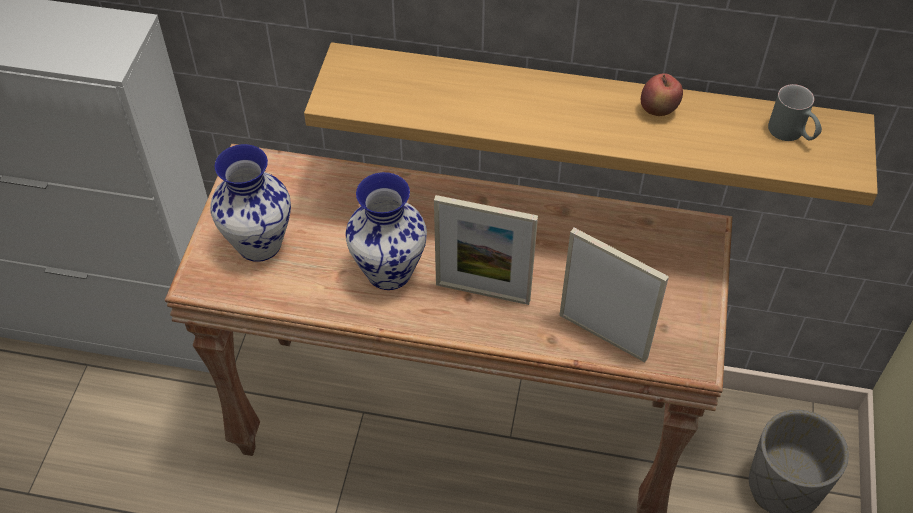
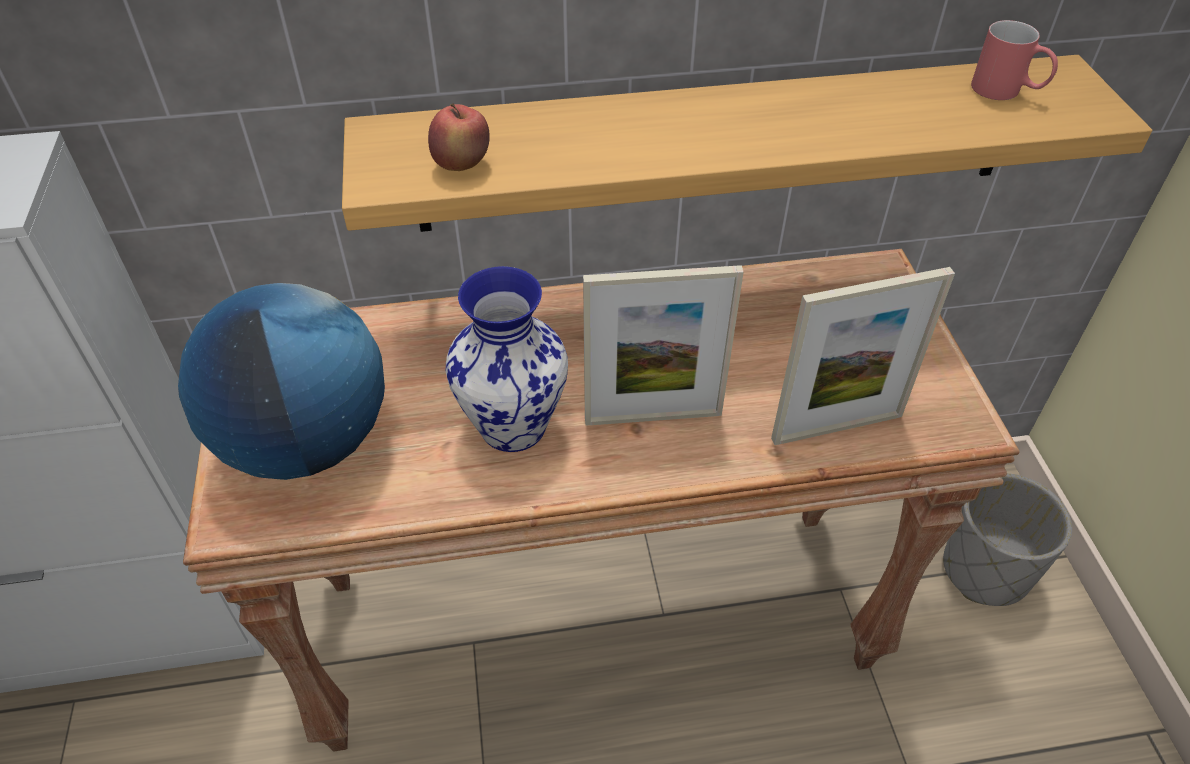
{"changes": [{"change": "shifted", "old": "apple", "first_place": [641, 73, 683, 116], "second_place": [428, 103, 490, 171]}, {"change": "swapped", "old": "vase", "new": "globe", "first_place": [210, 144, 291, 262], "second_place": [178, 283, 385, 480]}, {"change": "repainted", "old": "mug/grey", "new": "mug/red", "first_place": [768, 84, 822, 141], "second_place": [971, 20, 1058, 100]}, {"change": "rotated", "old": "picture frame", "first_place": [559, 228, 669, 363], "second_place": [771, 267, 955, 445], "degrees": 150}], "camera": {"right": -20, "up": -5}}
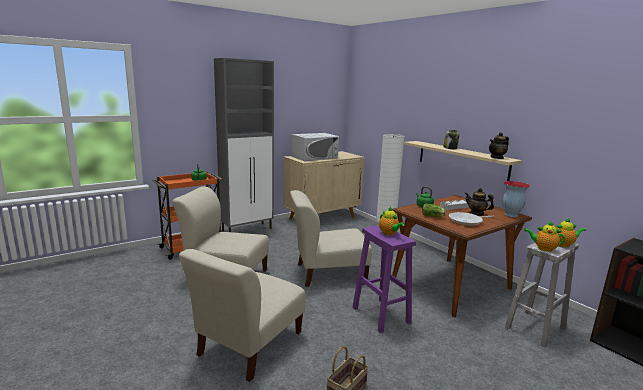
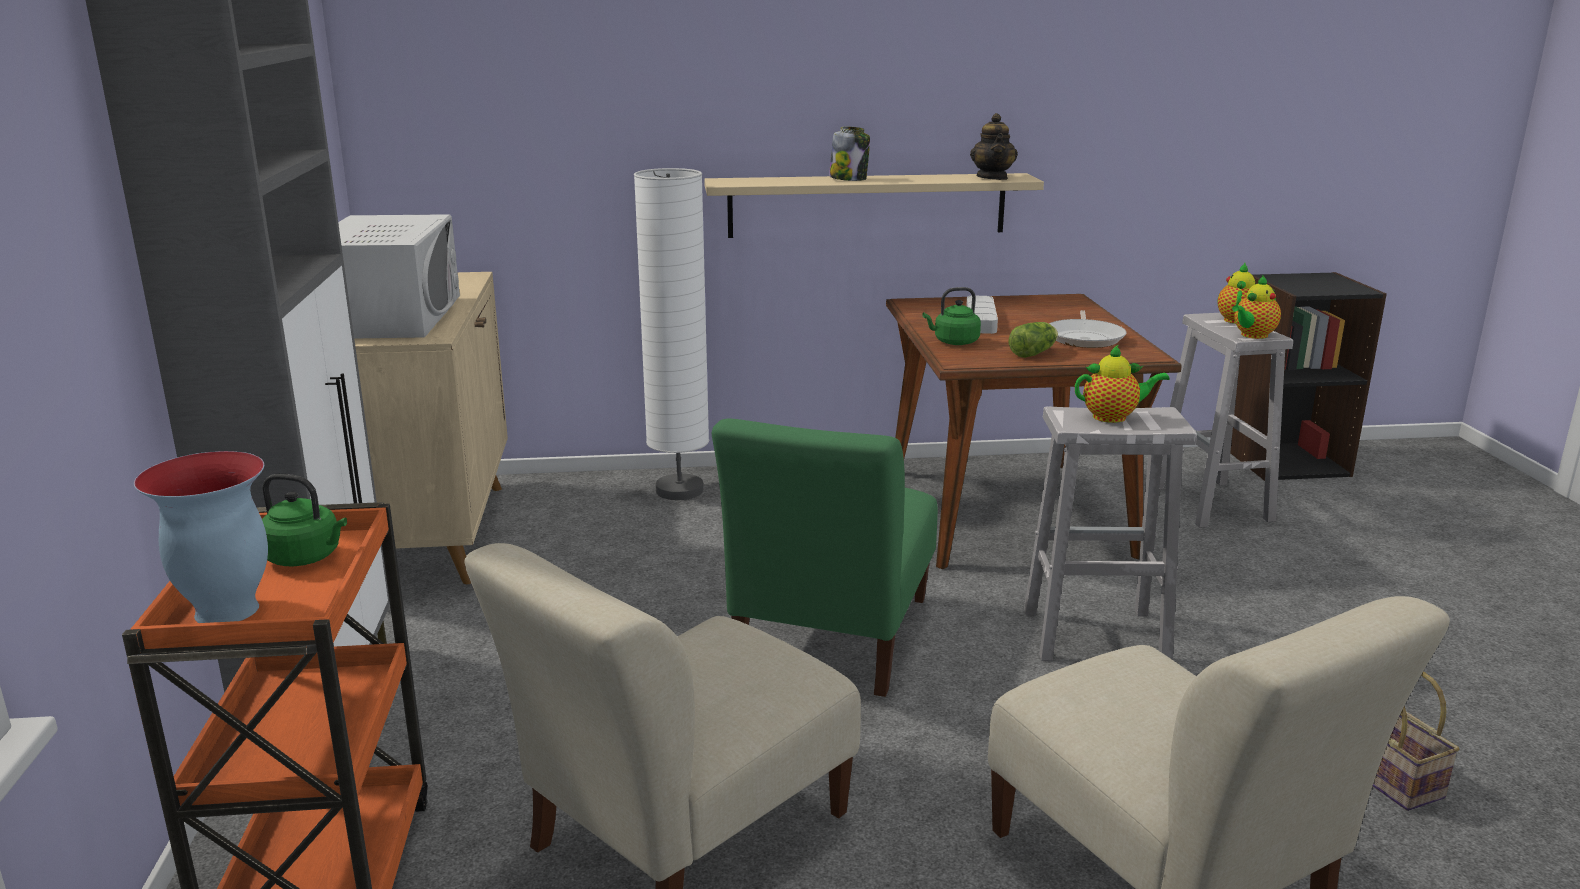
{"changes": [{"change": "gone", "old": "teapot", "first_place": [465, 188, 494, 216]}, {"change": "shifted", "old": "vase", "first_place": [503, 181, 531, 217], "second_place": [134, 451, 268, 623]}, {"change": "repainted", "old": "chair/beige", "new": "chair/green", "first_place": [290, 190, 372, 287], "second_place": [712, 419, 938, 697]}, {"change": "repainted", "old": "stool/purple", "new": "stool/white", "first_place": [352, 225, 416, 333], "second_place": [1024, 407, 1197, 661]}], "camera": {"right": -60, "up": 5}}
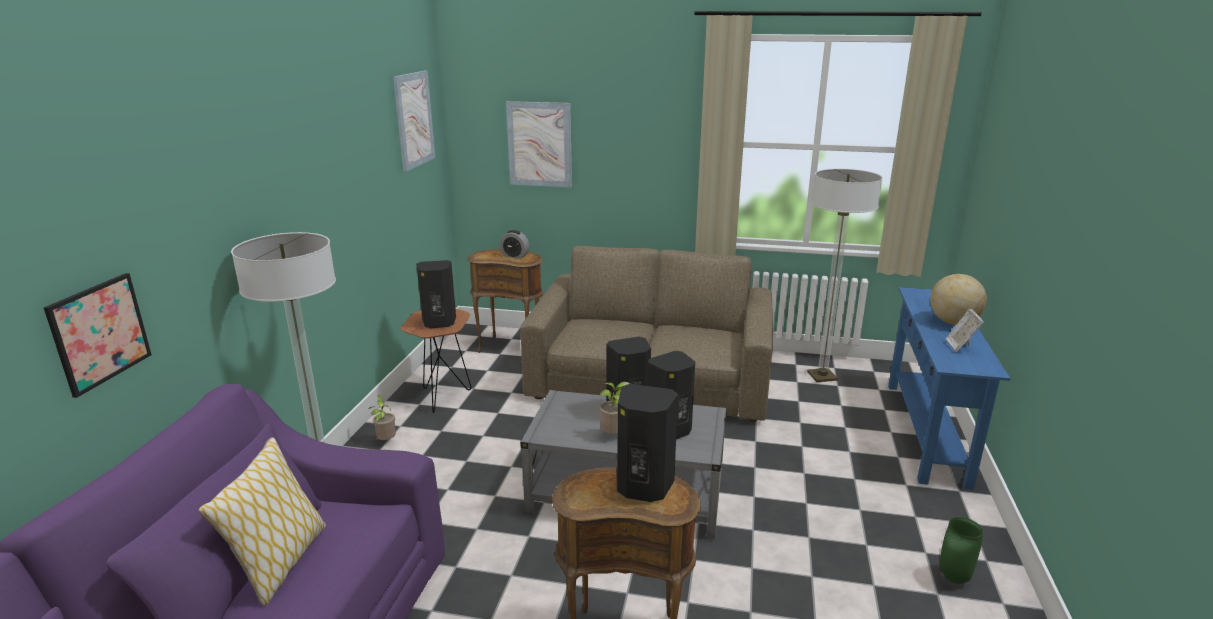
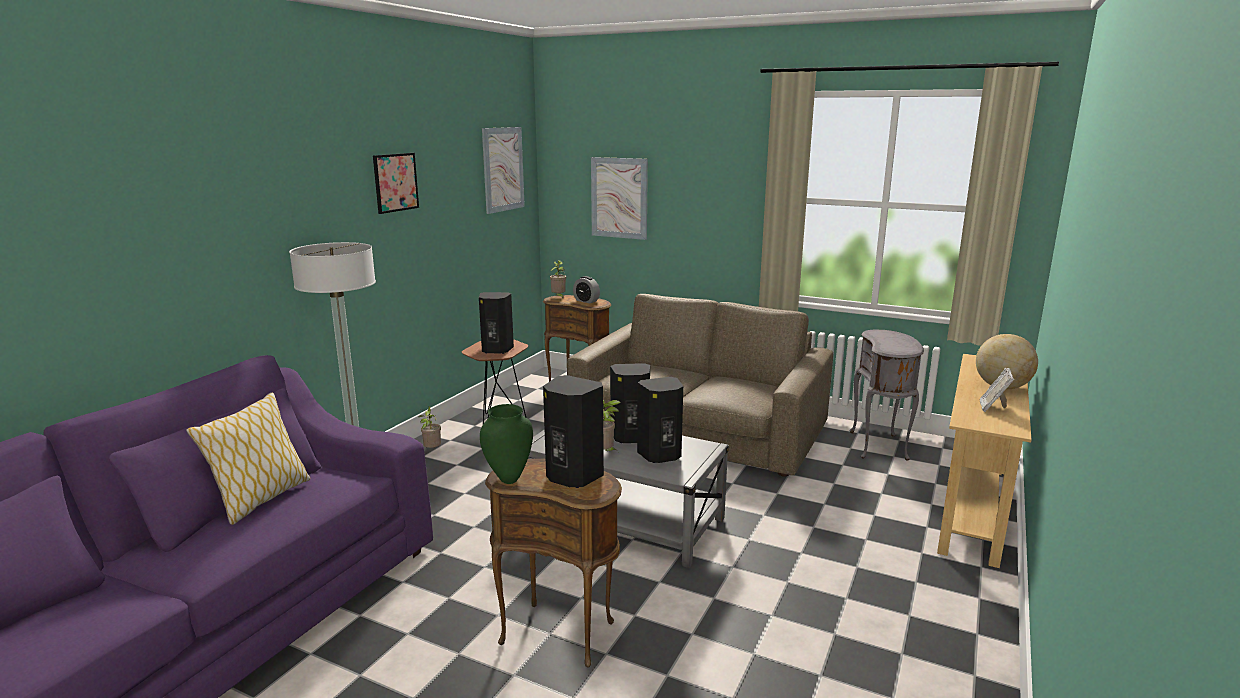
{"changes": [{"change": "new", "new": "potted plant", "second_place": [550, 260, 566, 298]}, {"change": "shifted", "old": "picture", "first_place": [44, 273, 152, 398], "second_place": [373, 153, 419, 214]}, {"change": "shifted", "old": "vase/green", "first_place": [940, 517, 983, 584], "second_place": [480, 404, 533, 484]}, {"change": "swapped", "old": "floor lamp", "new": "side table/grey", "first_place": [807, 169, 883, 382], "second_place": [850, 329, 924, 460]}, {"change": "repainted", "old": "console table/blue", "new": "console table/beige", "first_place": [888, 287, 1010, 490], "second_place": [937, 354, 1031, 568]}], "camera": {"right": 15, "up": -5}}
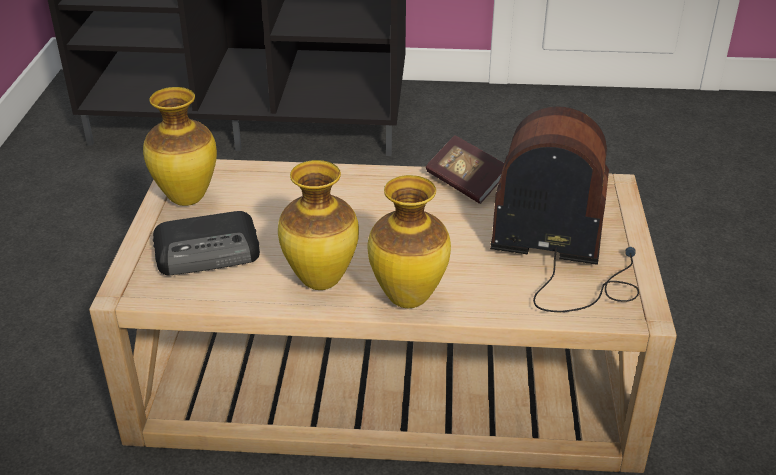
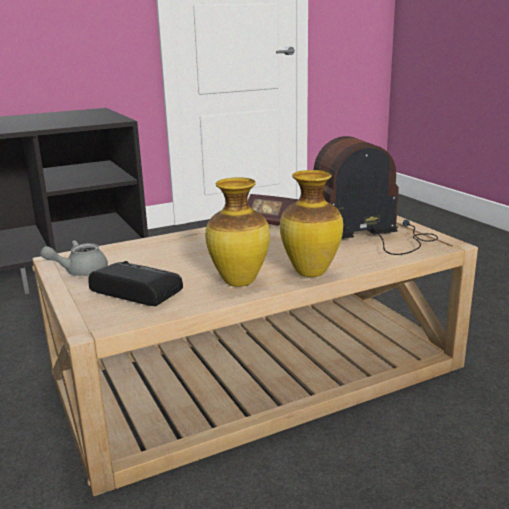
{"changes": [{"change": "swapped", "old": "vase", "new": "teapot/grey", "first_place": [143, 87, 217, 206], "second_place": [40, 240, 108, 276]}, {"change": "rotated", "old": "radio", "first_place": [153, 211, 260, 275], "second_place": [88, 261, 183, 306], "degrees": -105}], "camera": {"right": -30, "up": -15}}
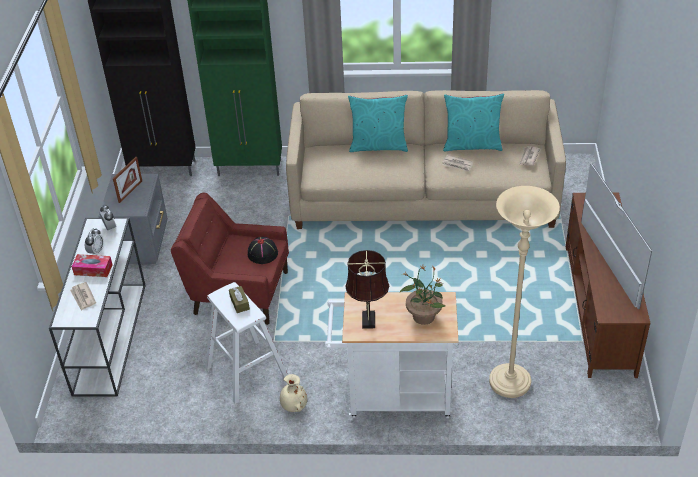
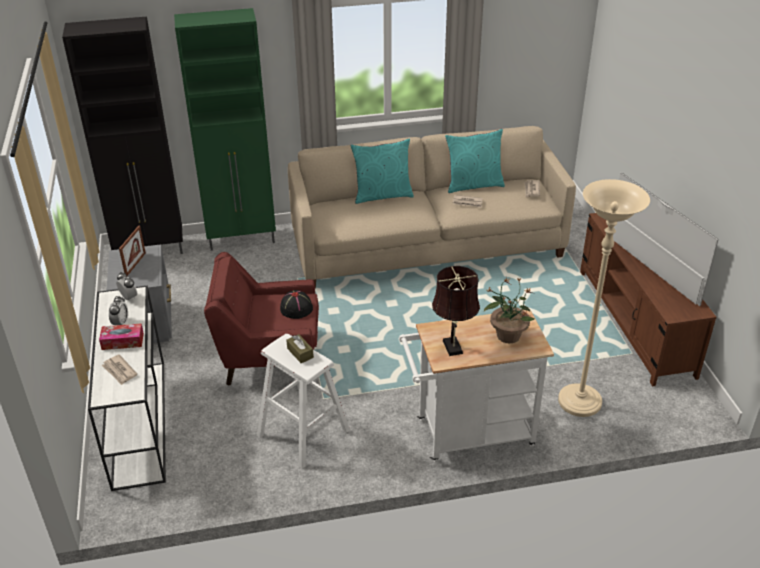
{"changes": [{"change": "gone", "old": "vase/beige", "first_place": [280, 374, 307, 412]}], "camera": {"right": -15, "up": -5}}
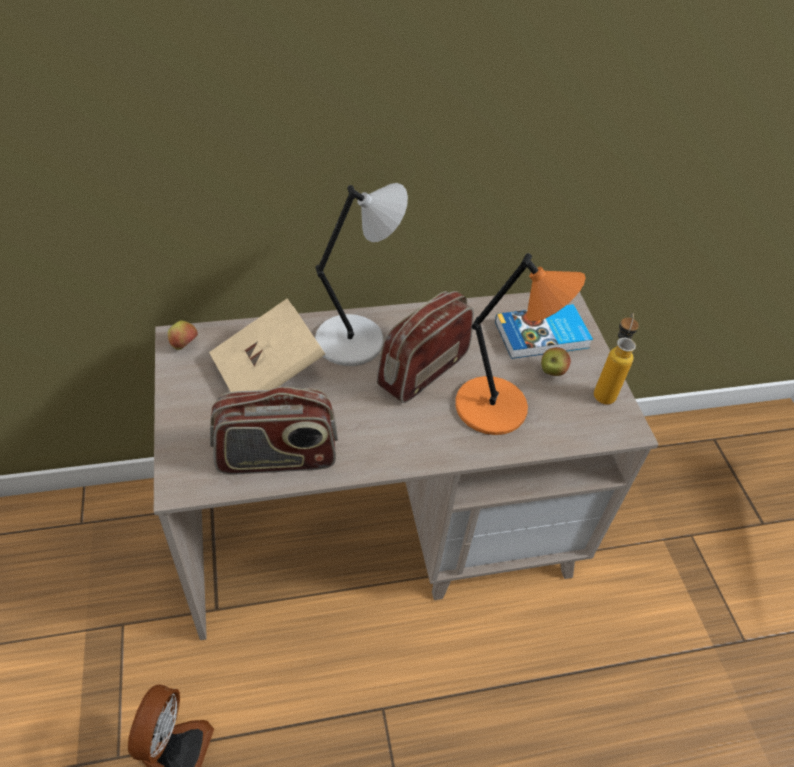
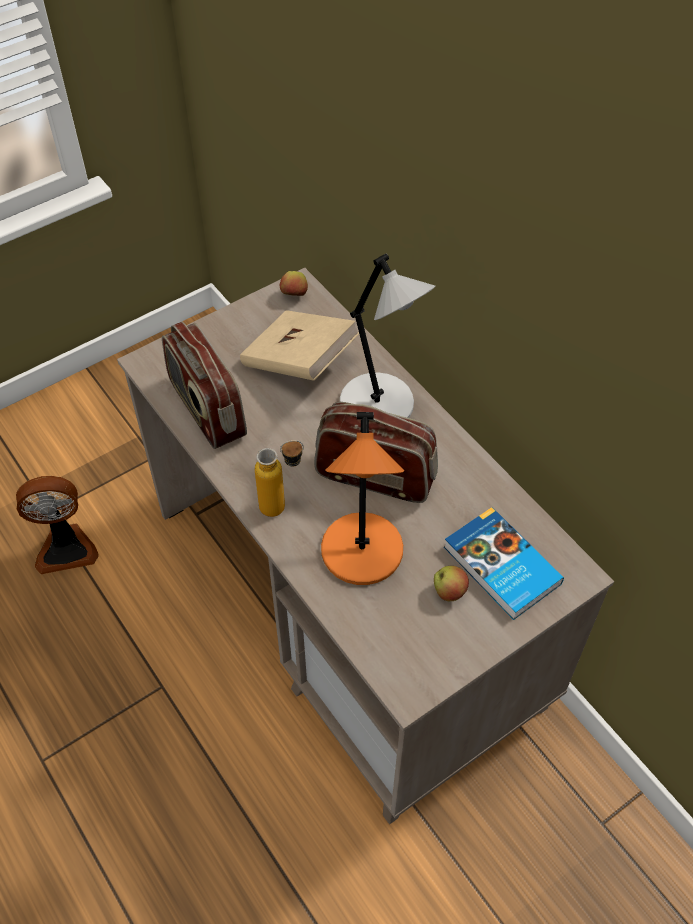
{"changes": [{"change": "shifted", "old": "bottle", "first_place": [594, 313, 639, 405], "second_place": [255, 440, 304, 517]}], "camera": {"right": 70, "up": 5}}
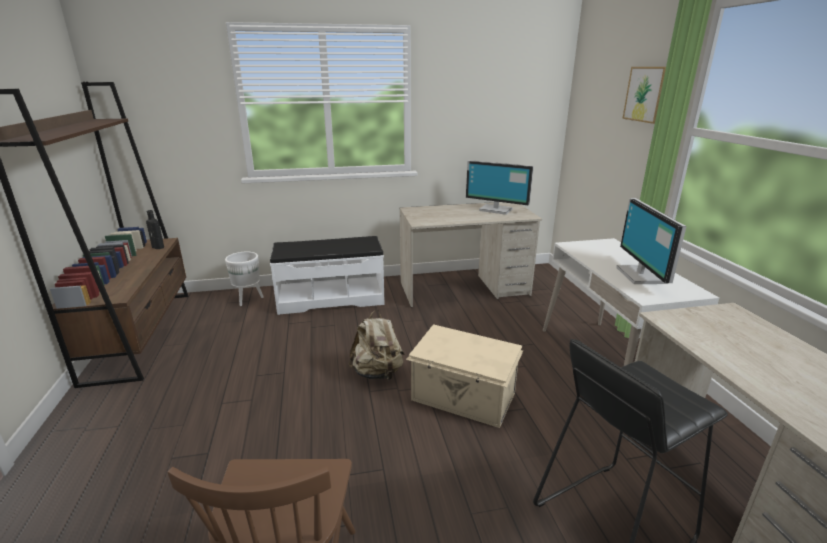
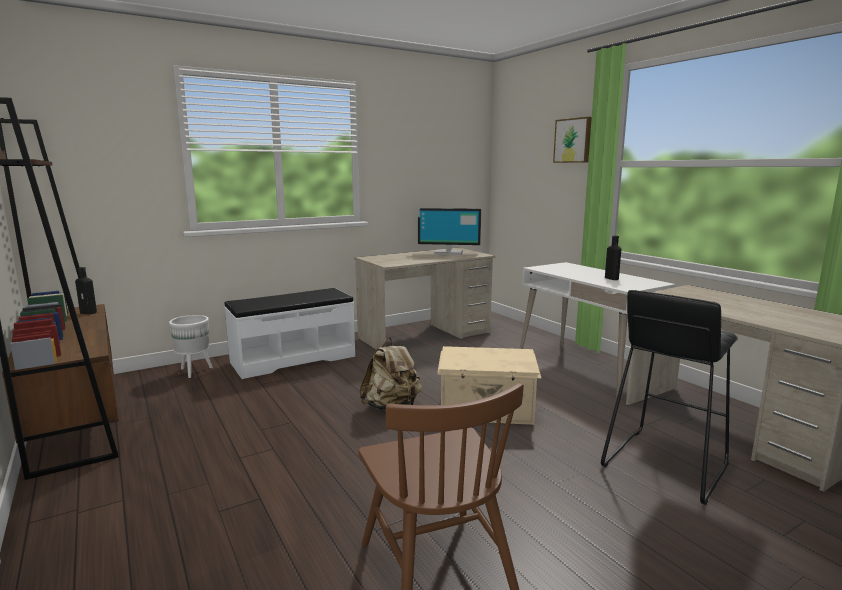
{"changes": [{"change": "swapped", "old": "monitor", "new": "bottle/black", "first_place": [616, 198, 687, 284], "second_place": [605, 236, 621, 280]}], "camera": {"right": -20, "up": -10}}
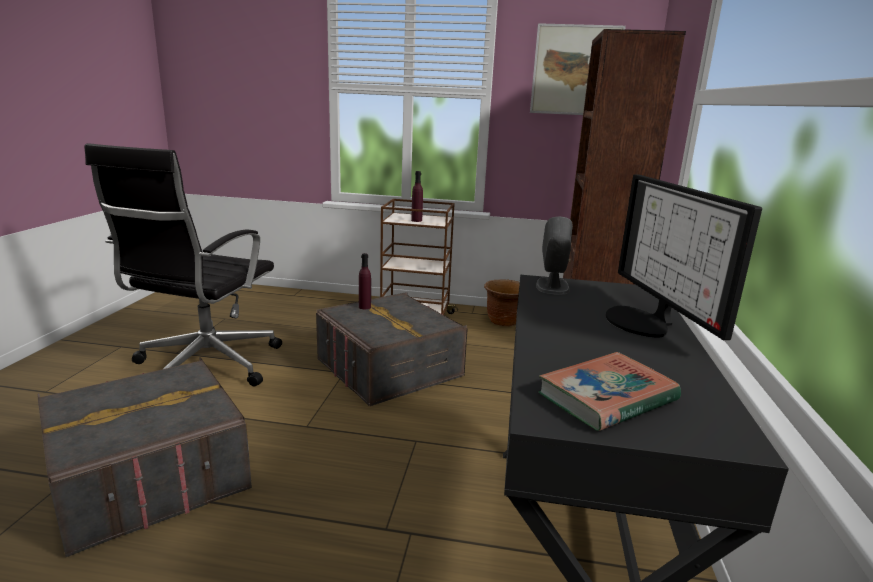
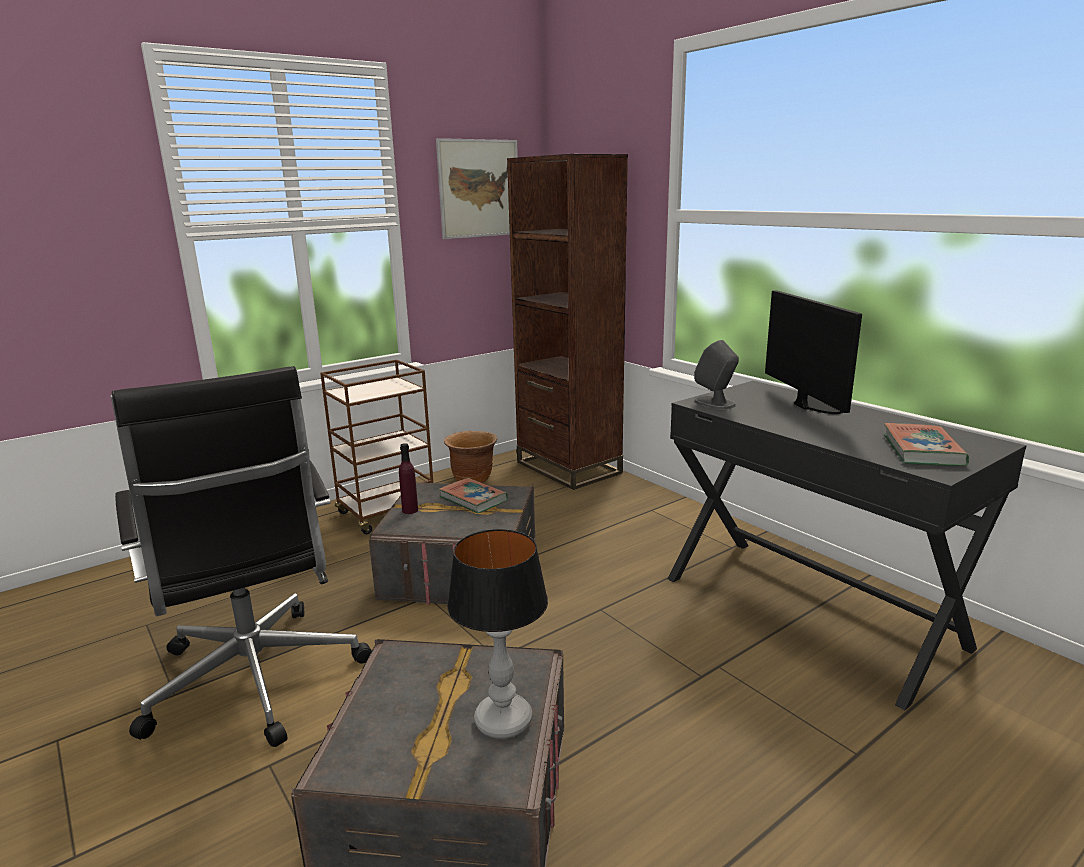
{"changes": [{"change": "gone", "old": "bottle/purple", "first_place": [411, 171, 423, 222]}, {"change": "new", "new": "book", "second_place": [439, 478, 508, 513]}, {"change": "new", "new": "table lamp", "second_place": [447, 529, 548, 739]}, {"change": "rotated", "old": "monitor", "first_place": [606, 174, 762, 340], "second_place": [765, 290, 862, 414], "degrees": -135}], "camera": {"right": -45, "up": 0}}
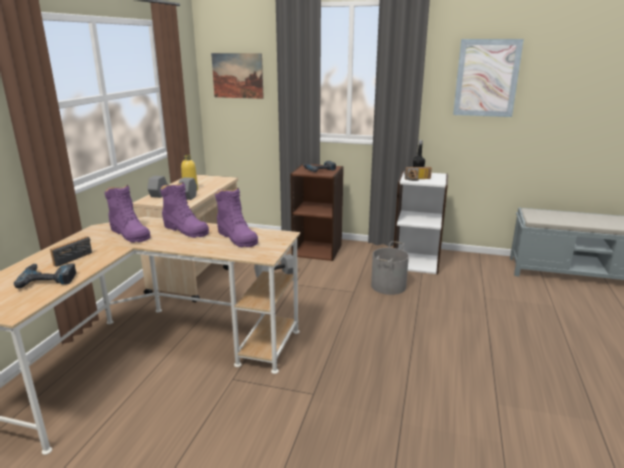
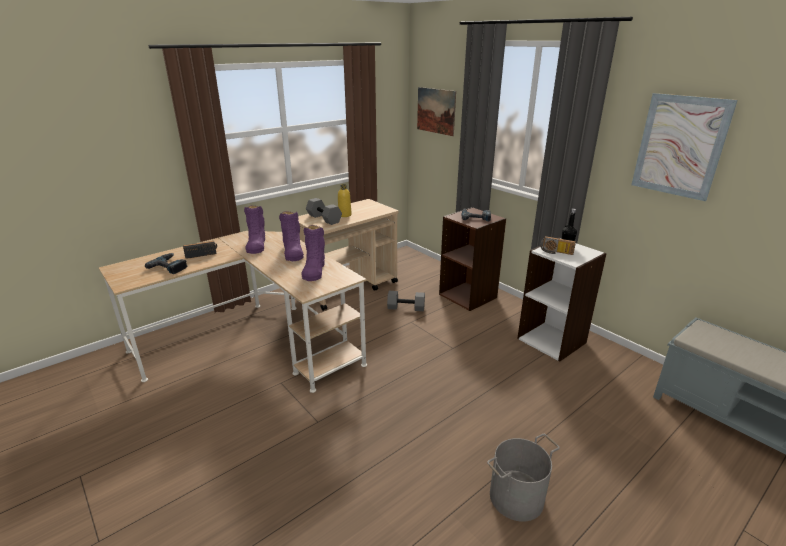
{"changes": [{"change": "shifted", "old": "bucket/grey", "first_place": [371, 241, 409, 295], "second_place": [487, 434, 560, 522]}], "camera": {"right": 35, "up": 5}}
